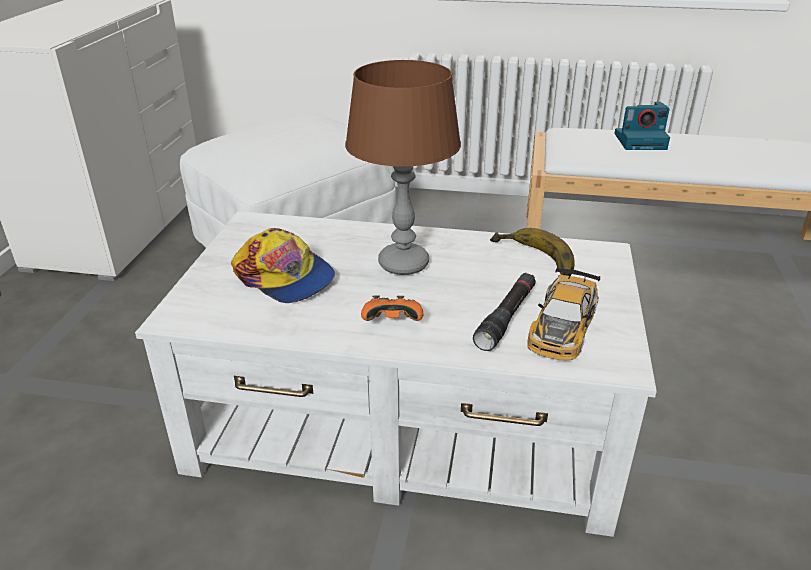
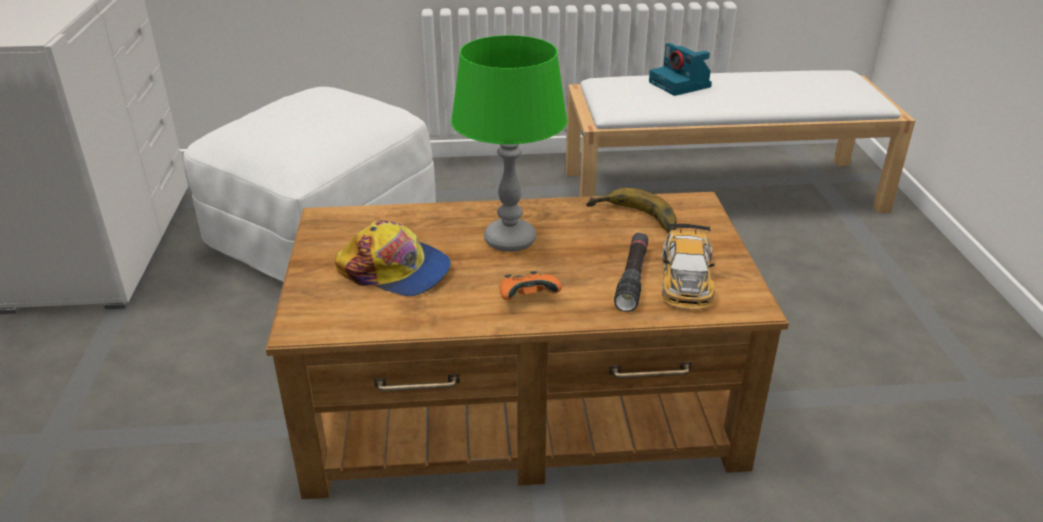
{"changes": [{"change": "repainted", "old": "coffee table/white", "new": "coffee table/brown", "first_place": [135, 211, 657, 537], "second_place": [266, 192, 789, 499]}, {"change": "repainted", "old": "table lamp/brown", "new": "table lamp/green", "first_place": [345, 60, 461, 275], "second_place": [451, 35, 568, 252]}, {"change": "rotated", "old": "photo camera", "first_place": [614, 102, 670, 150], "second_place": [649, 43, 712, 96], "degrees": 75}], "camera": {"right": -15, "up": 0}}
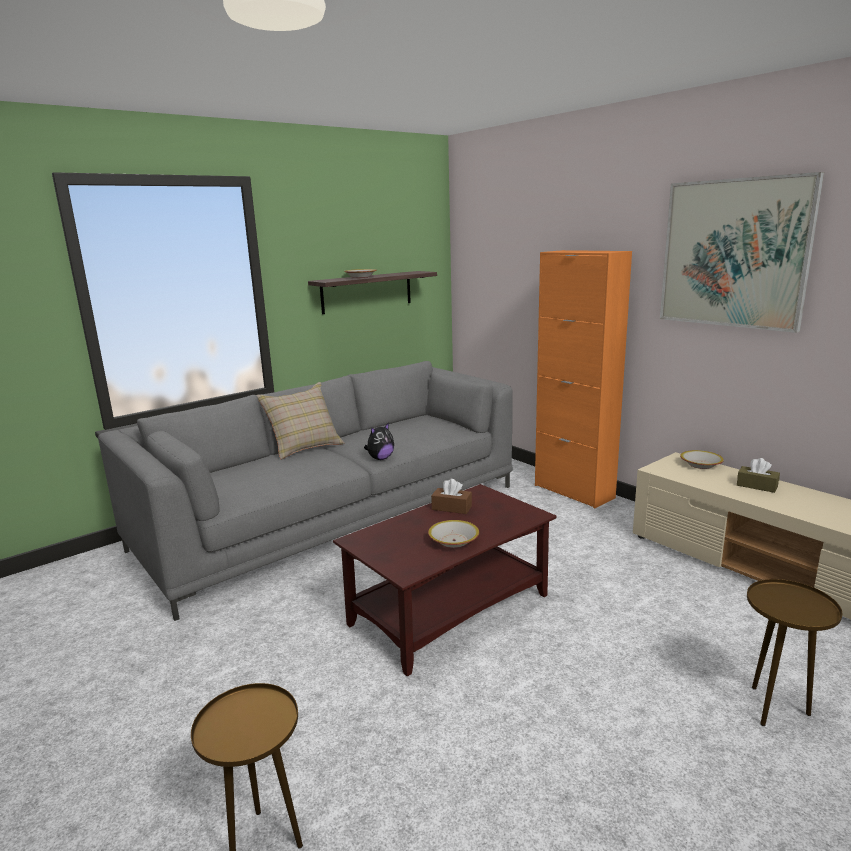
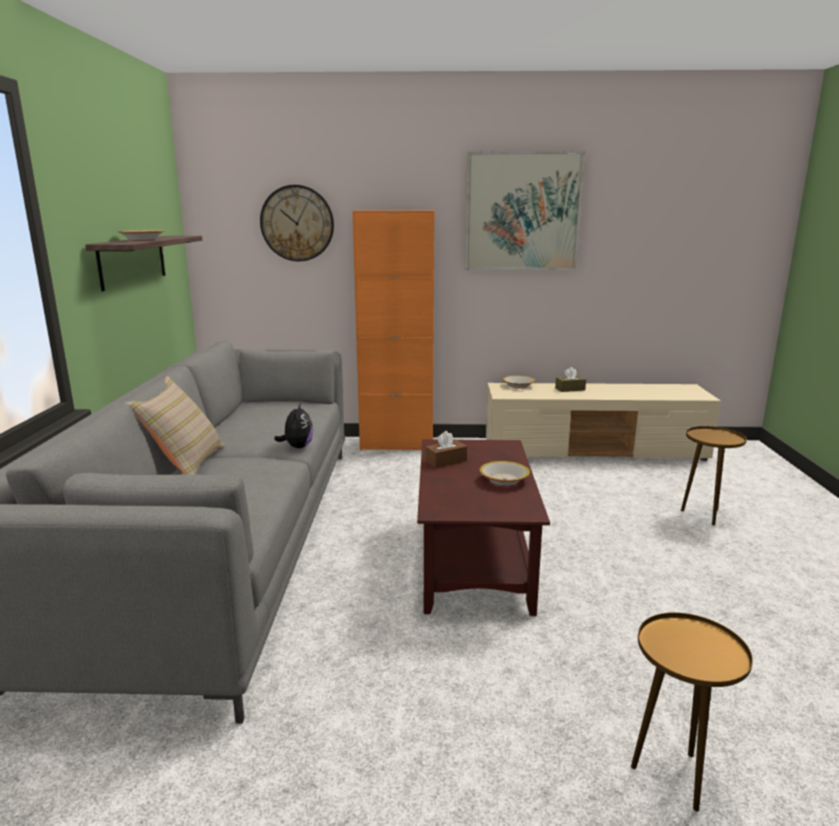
{"changes": [{"change": "new", "new": "wall clock", "second_place": [260, 185, 334, 261]}], "camera": {"right": -50, "up": 0}}
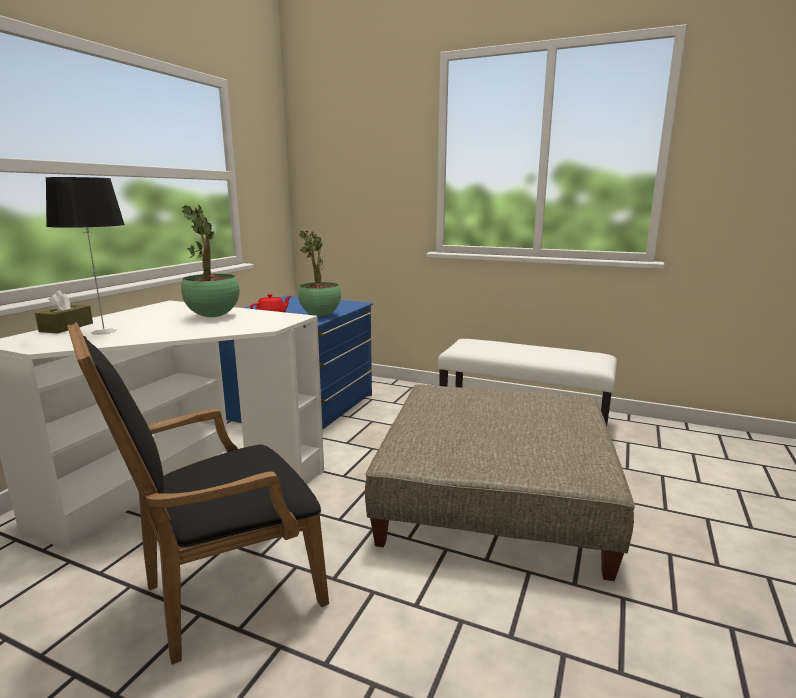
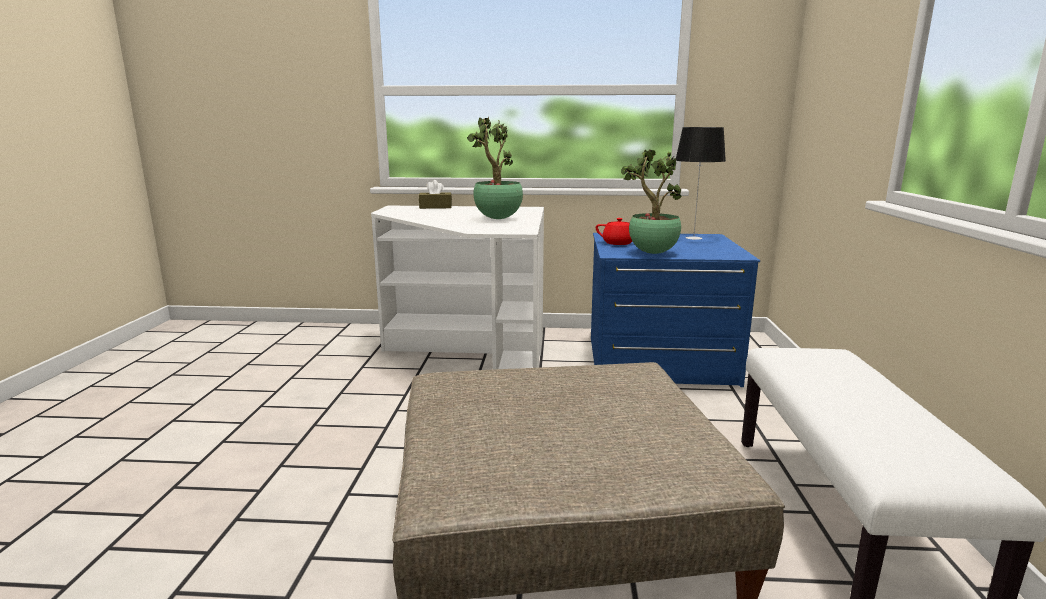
{"changes": [{"change": "gone", "old": "armchair/black", "first_place": [67, 322, 329, 665]}, {"change": "shifted", "old": "table lamp", "first_place": [46, 177, 125, 335], "second_place": [676, 127, 726, 240]}], "camera": {"right": 70, "up": 0}}
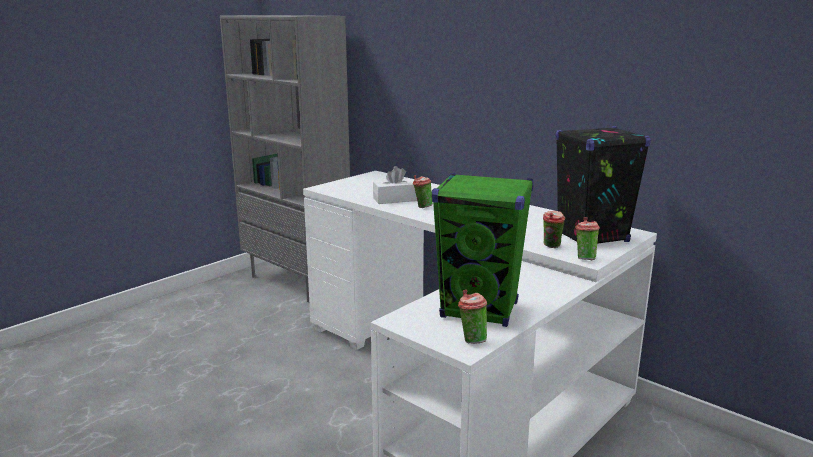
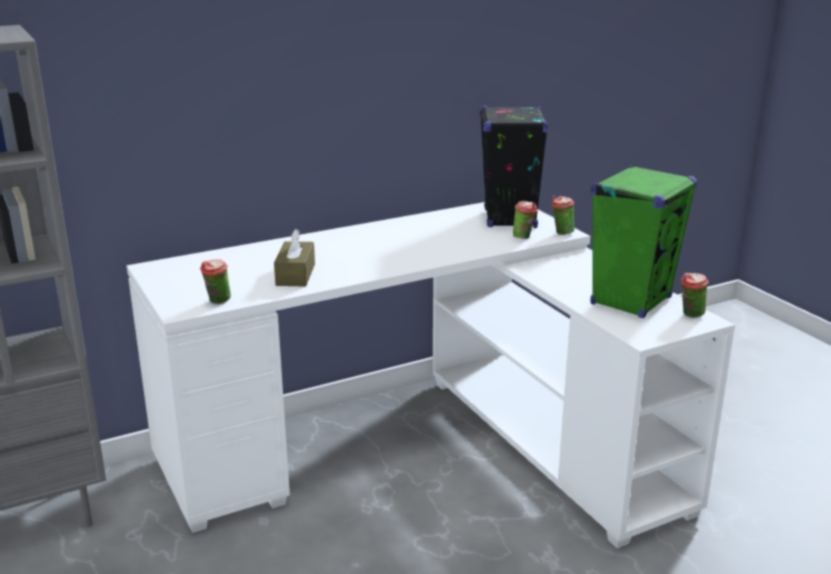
{"changes": [{"change": "shifted", "old": "cup", "first_place": [413, 175, 433, 208], "second_place": [200, 259, 231, 304]}, {"change": "repainted", "old": "tissue box/white", "new": "tissue box/brown", "first_place": [373, 166, 417, 204], "second_place": [274, 229, 315, 287]}], "camera": {"right": -70, "up": 5}}
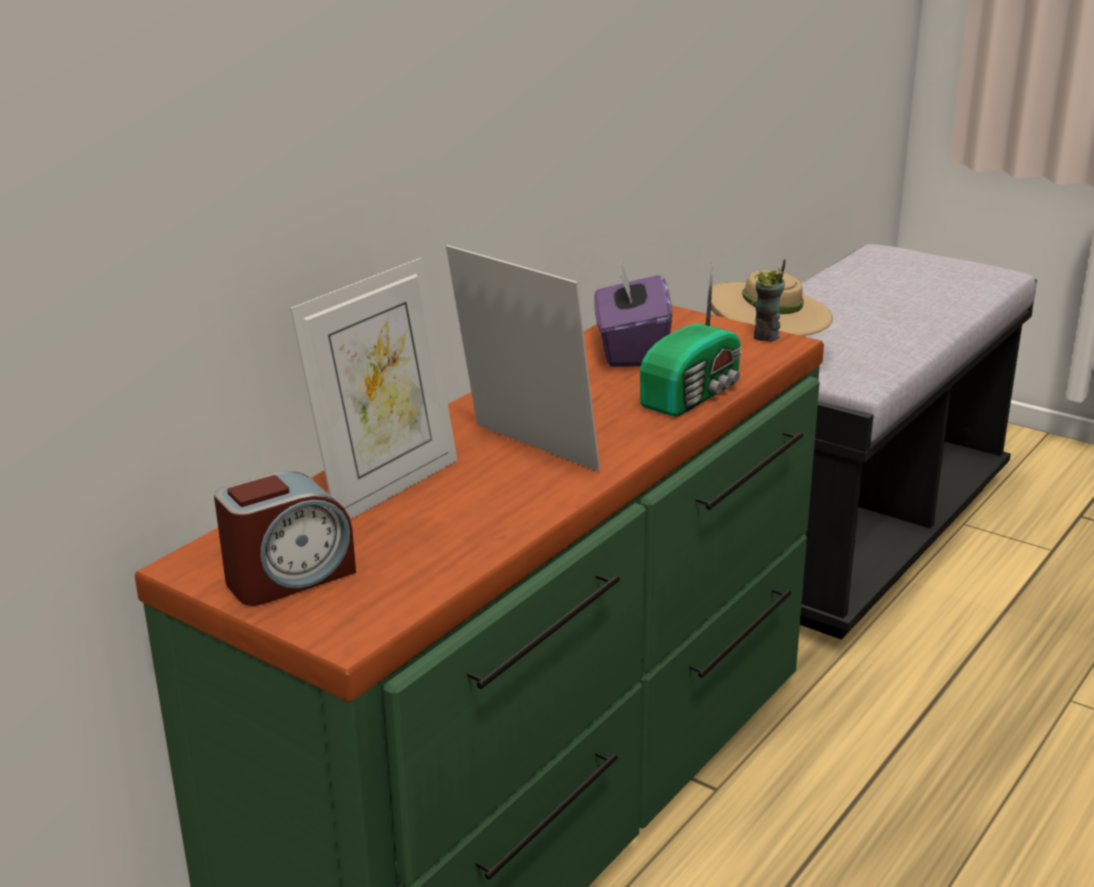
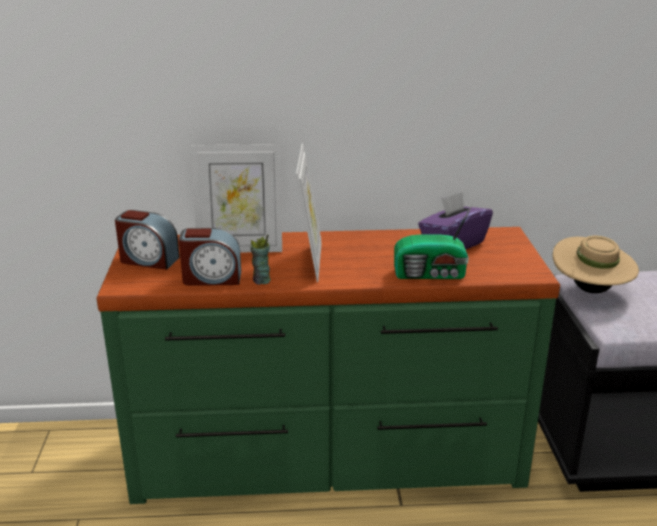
{"changes": [{"change": "new", "new": "alarm clock", "second_place": [179, 228, 241, 286]}, {"change": "shifted", "old": "cup", "first_place": [754, 259, 786, 342], "second_place": [250, 234, 271, 285]}], "camera": {"right": 50, "up": 0}}
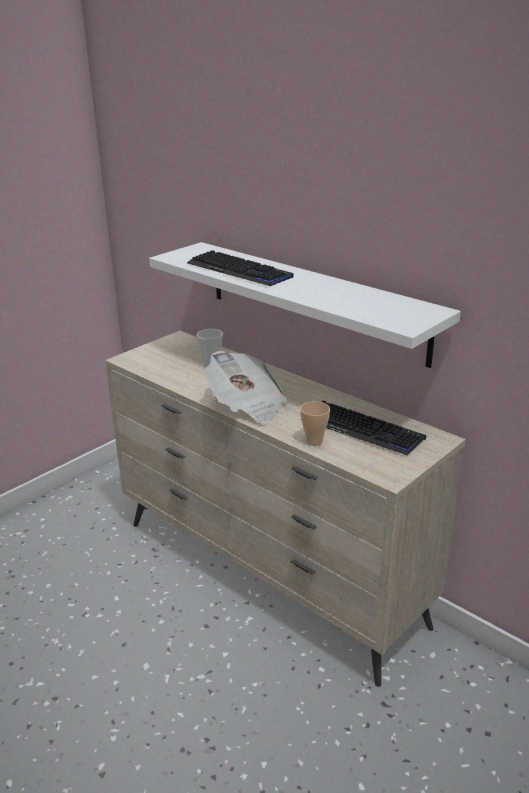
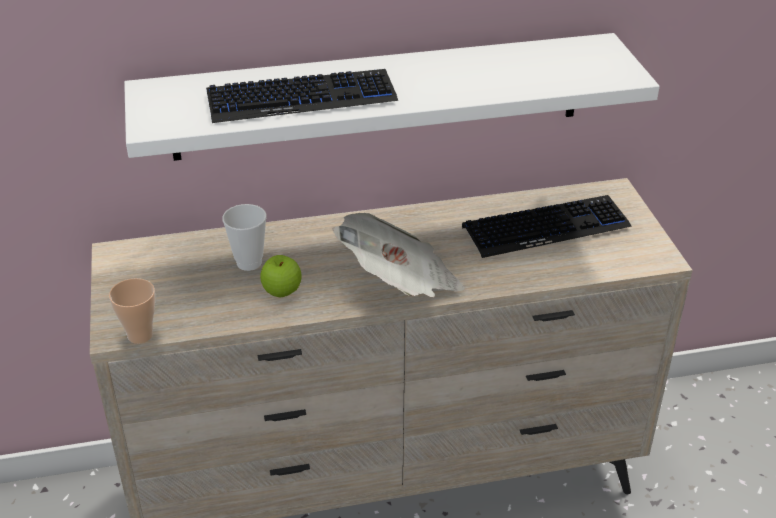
{"changes": [{"change": "new", "new": "apple", "second_place": [260, 255, 302, 297]}, {"change": "shifted", "old": "cup", "first_place": [300, 401, 330, 446], "second_place": [109, 278, 155, 344]}], "camera": {"right": -55, "up": 10}}
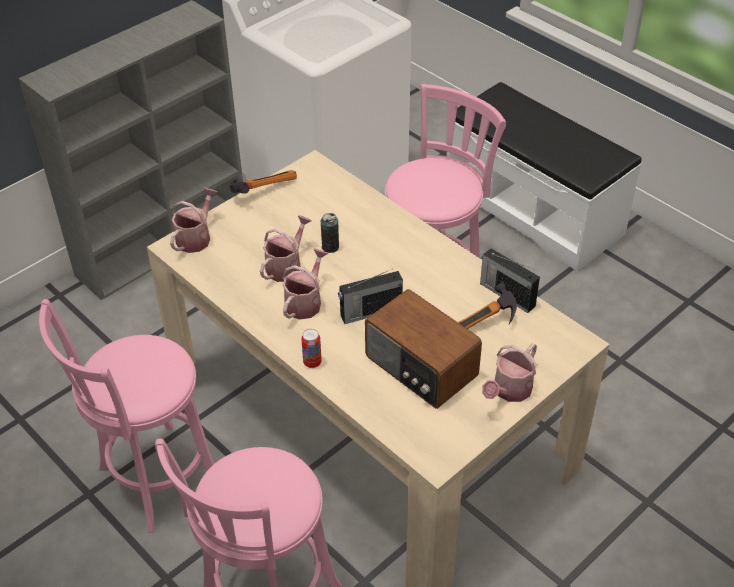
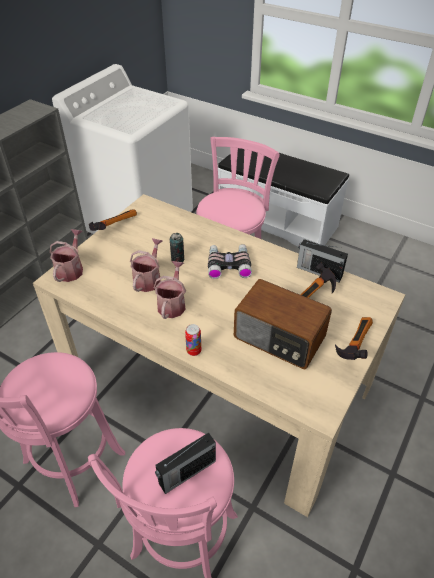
{"changes": [{"change": "new", "new": "binoculars", "second_place": [208, 244, 252, 279]}, {"change": "shifted", "old": "radio", "first_place": [338, 270, 403, 324], "second_place": [155, 433, 216, 494]}, {"change": "swapped", "old": "watering can", "new": "hammer", "first_place": [482, 343, 537, 402], "second_place": [335, 317, 373, 360]}], "camera": {"right": -15, "up": 0}}
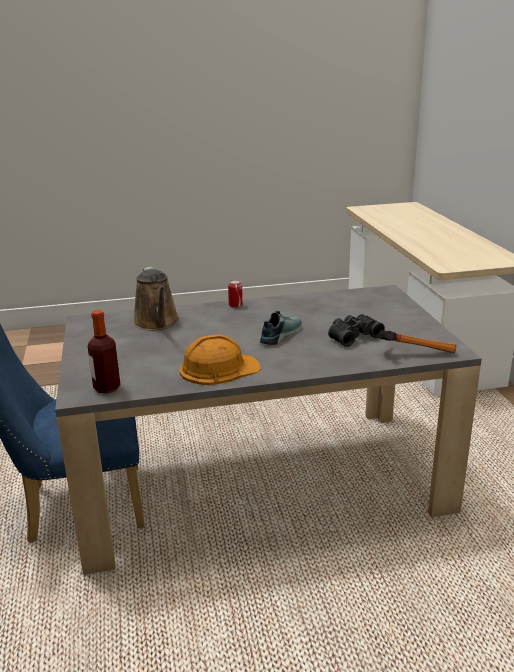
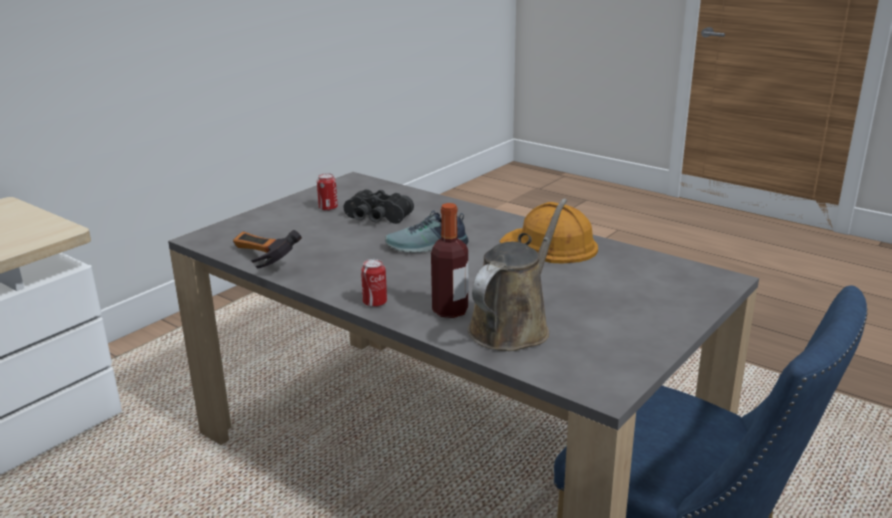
{"changes": [{"change": "new", "new": "can", "second_place": [317, 173, 338, 211]}, {"change": "shifted", "old": "bottle", "first_place": [87, 310, 120, 393], "second_place": [431, 203, 468, 318]}, {"change": "shifted", "old": "hammer", "first_place": [379, 330, 457, 353], "second_place": [233, 230, 302, 268]}], "camera": {"right": -130, "up": 0}}
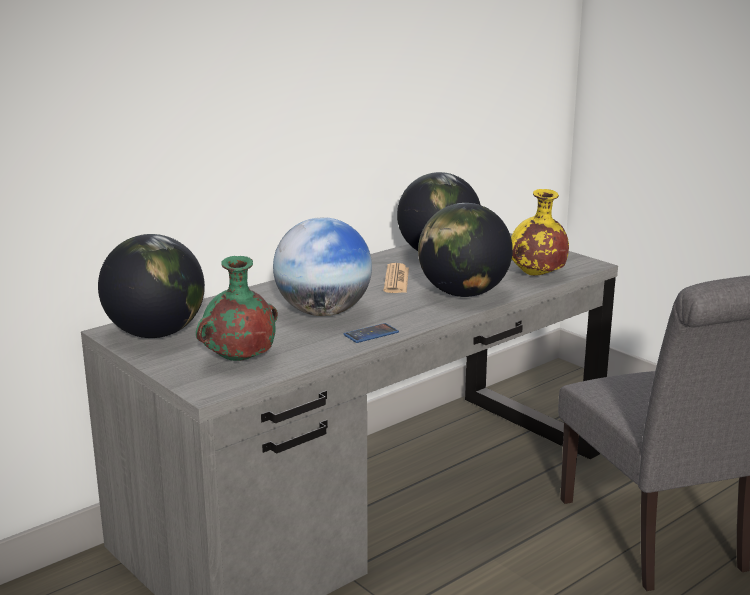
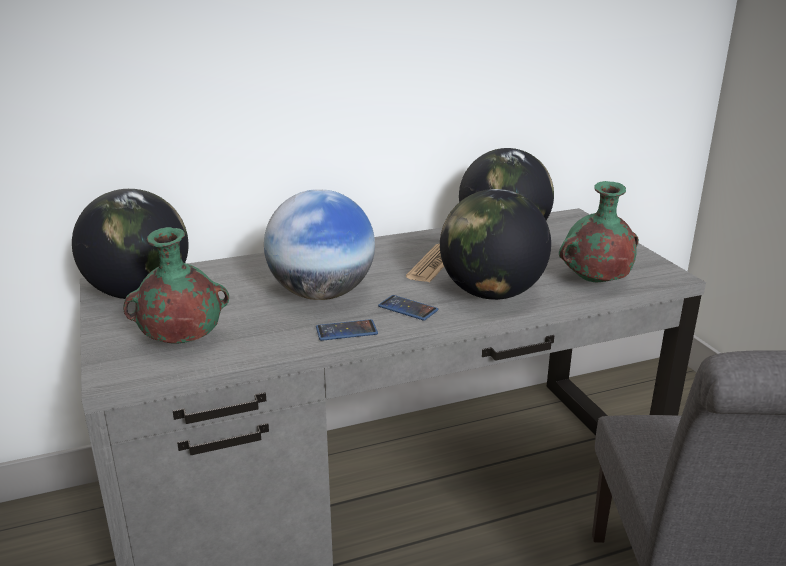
{"changes": [{"change": "new", "new": "phone", "second_place": [378, 295, 439, 321]}, {"change": "repainted", "old": "vase/yellow", "new": "vase/green", "first_place": [511, 189, 569, 276], "second_place": [559, 181, 639, 282]}], "camera": {"right": 20, "up": 5}}
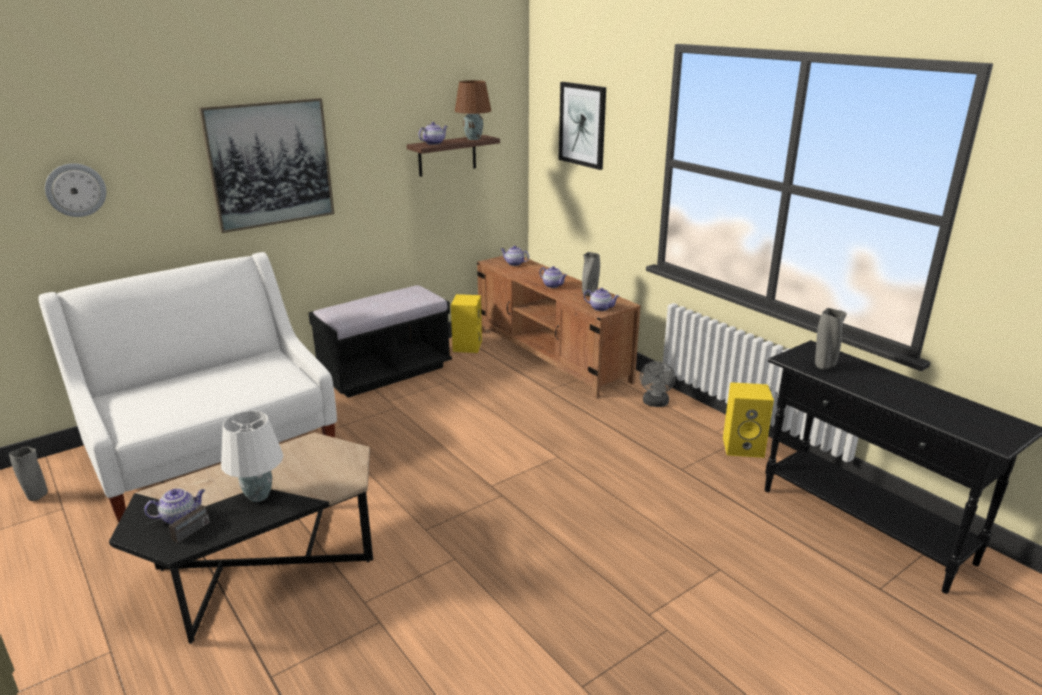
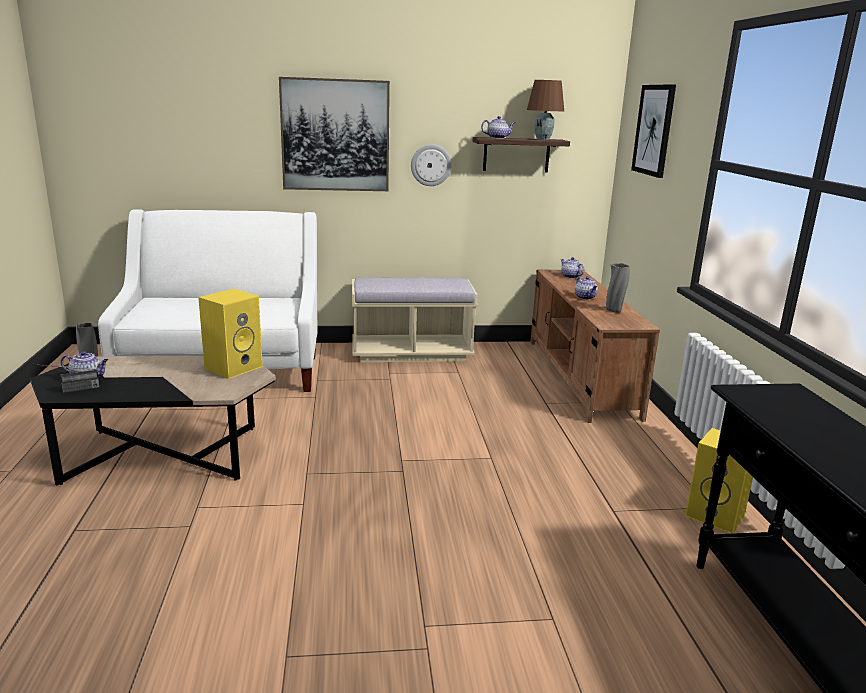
{"changes": [{"change": "gone", "old": "table lamp/white", "first_place": [221, 411, 283, 502]}, {"change": "gone", "old": "teapot", "first_place": [584, 288, 619, 311]}, {"change": "gone", "old": "fan/grey", "first_place": [640, 361, 675, 407]}, {"change": "gone", "old": "vase/grey", "first_place": [815, 308, 847, 370]}, {"change": "shifted", "old": "wall clock", "first_place": [45, 163, 106, 217], "second_place": [411, 144, 451, 186]}, {"change": "shifted", "old": "speaker/yellow", "first_place": [451, 294, 482, 353], "second_place": [198, 289, 263, 379]}, {"change": "repainted", "old": "bench/black", "new": "bench/beige", "first_place": [308, 285, 452, 398], "second_place": [352, 277, 478, 362]}], "camera": {"right": 30, "up": -5}}
